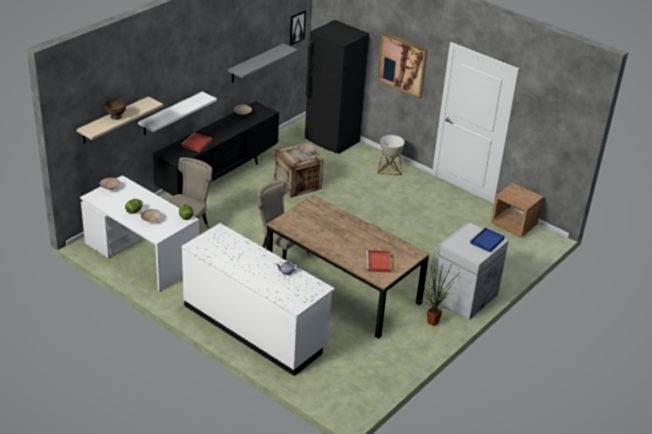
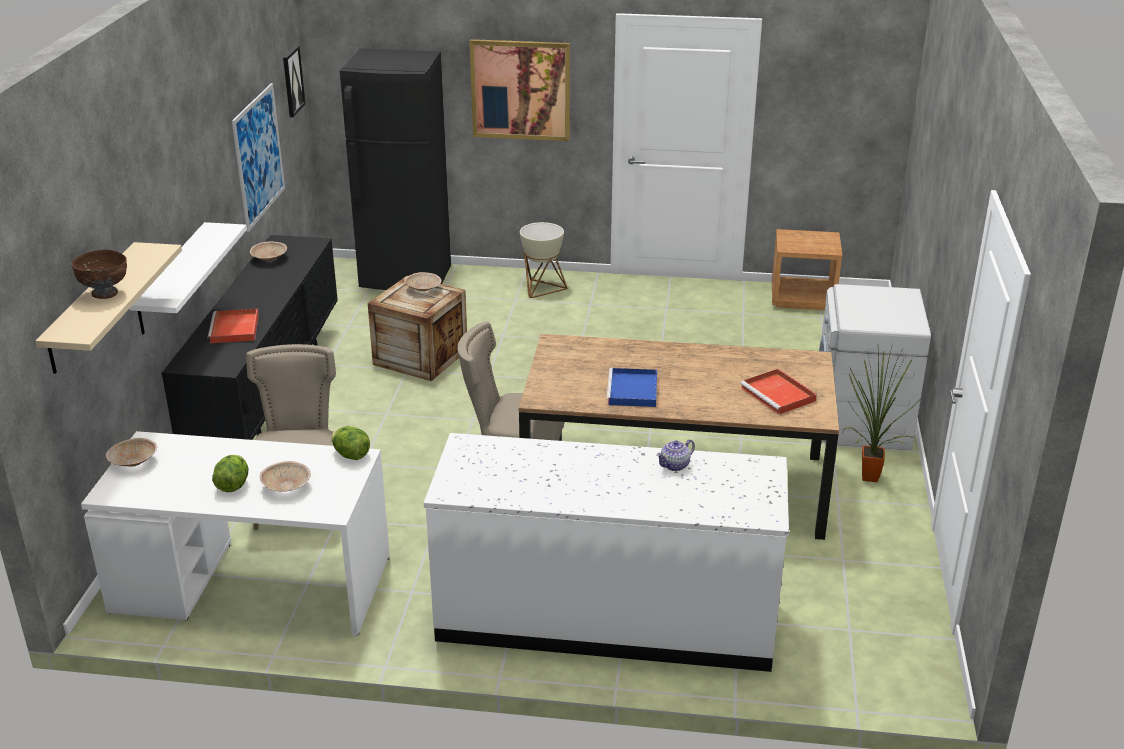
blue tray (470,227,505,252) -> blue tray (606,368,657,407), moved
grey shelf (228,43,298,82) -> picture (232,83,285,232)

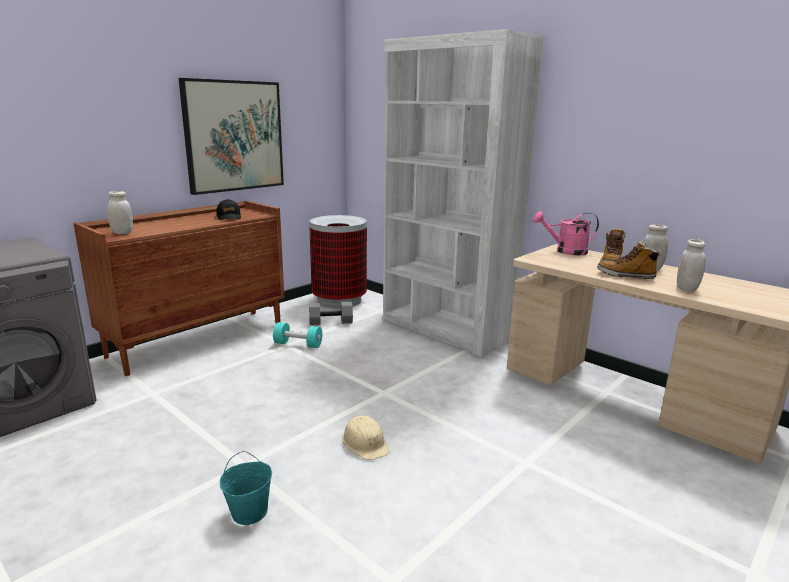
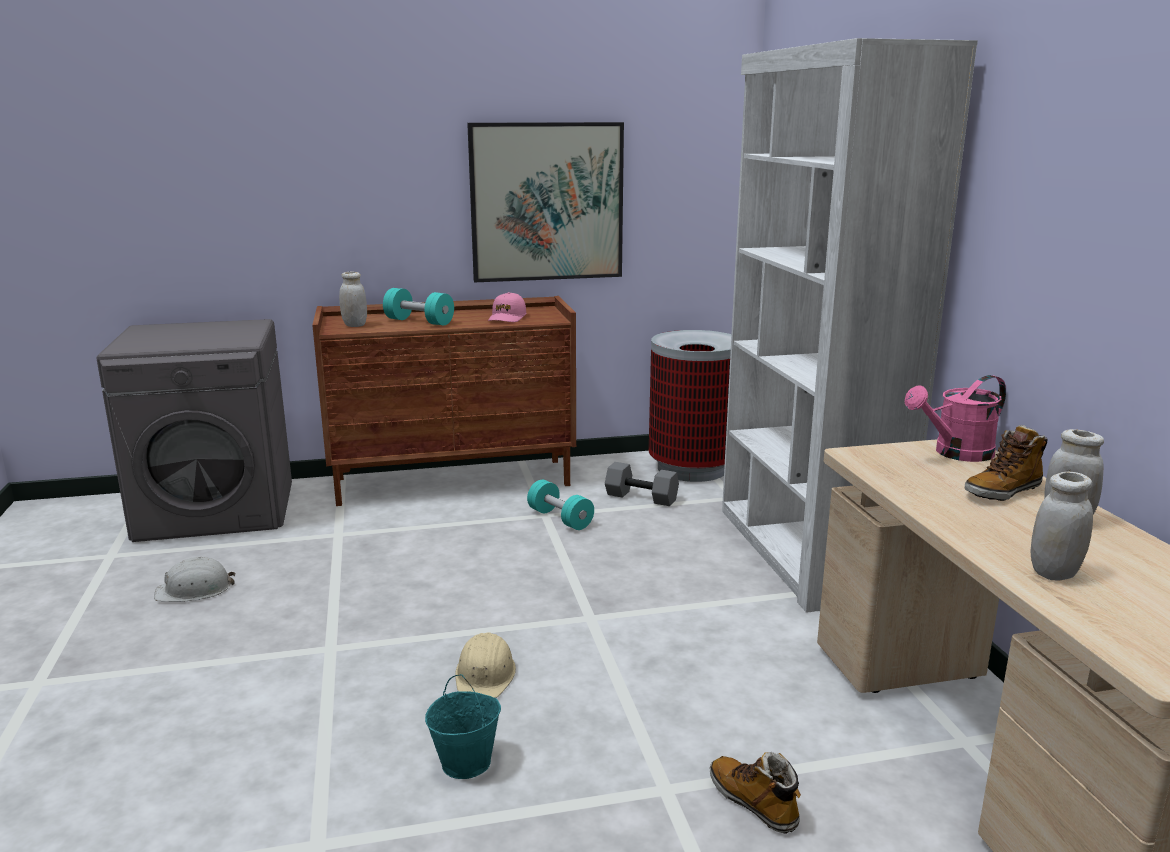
none -> white hard hat (154,556,235,602)
none -> turquoise dumbbell (383,288,454,325)
turquoise bucket (220,451,272,525) -> turquoise bucket (425,674,501,779), moved
boot (597,241,661,279) -> boot (710,752,801,834), moved
black cap (217,199,241,220) -> pink cap (488,292,527,322)
pink watering can (533,211,599,255) -> pink watering can (904,375,1006,462), 60 degrees counterclockwise

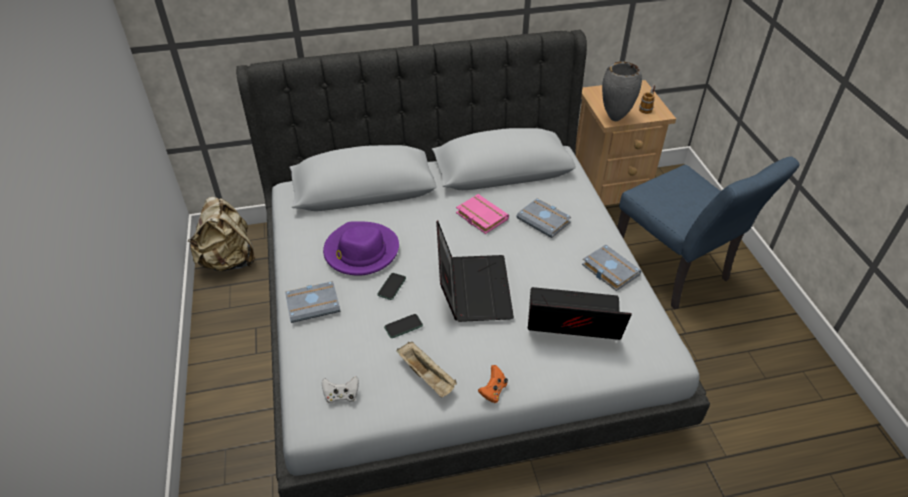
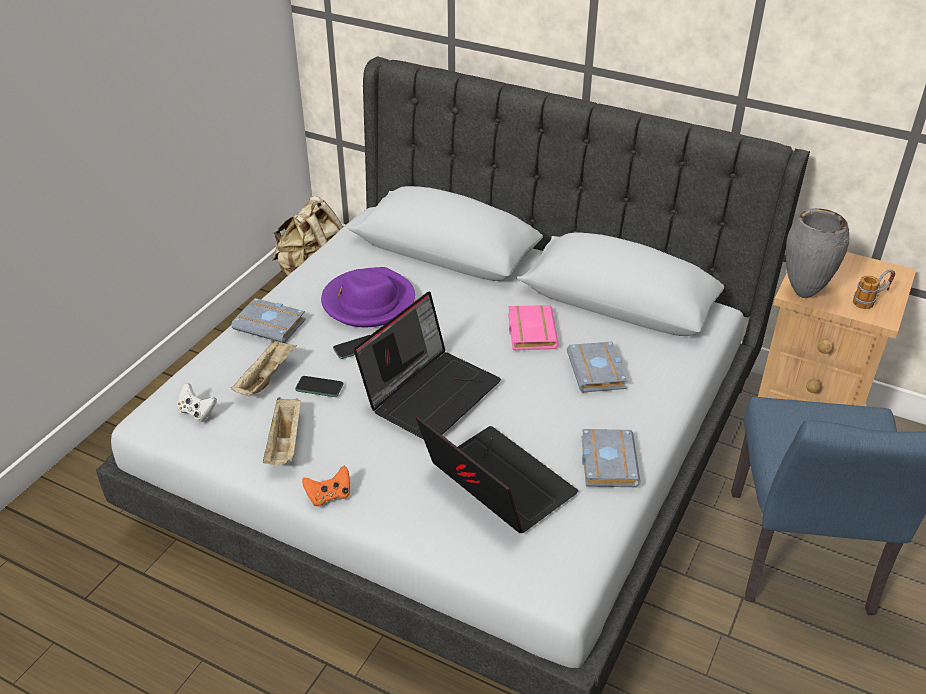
none -> beige tray (231,340,297,396)

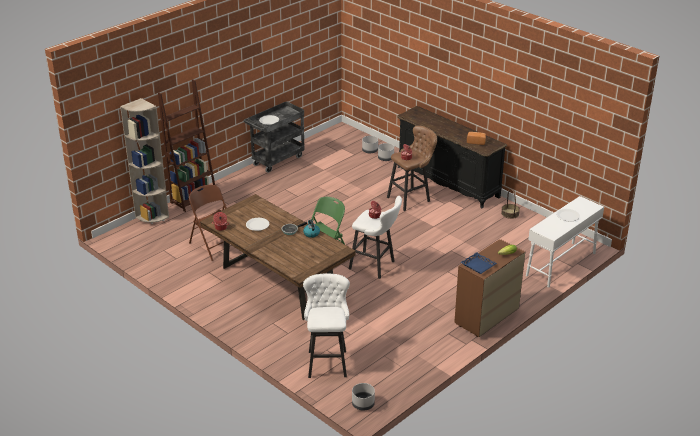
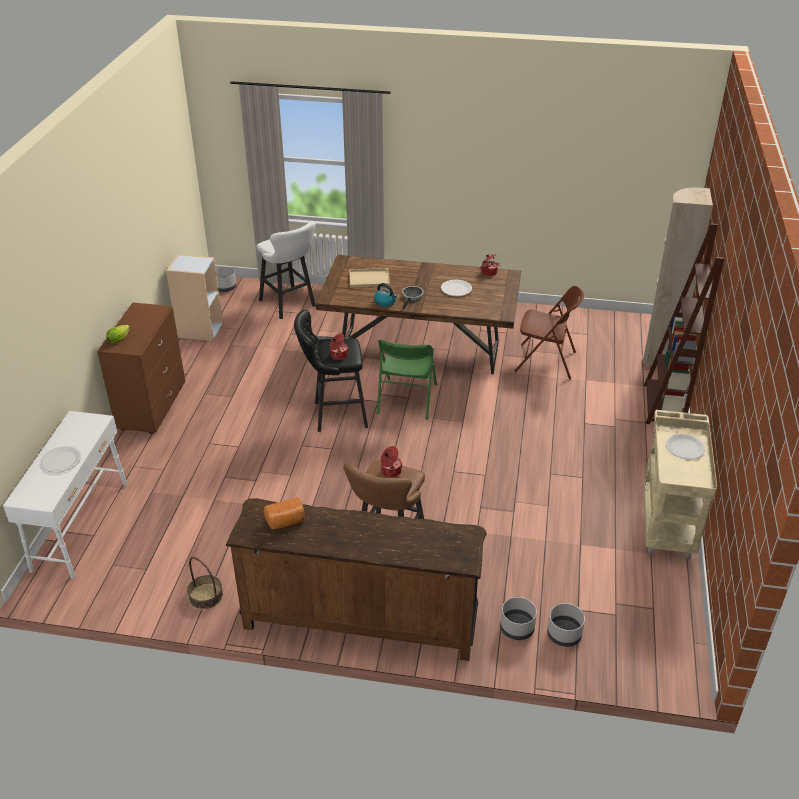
blue tray (461,252,497,274) -> none
none -> bookcase (166,254,223,341)
none -> beige tray (349,268,390,288)
black cart (243,101,304,173) -> beige cart (643,410,717,559)
white stool (349,196,402,279) -> black stool (294,310,368,432)

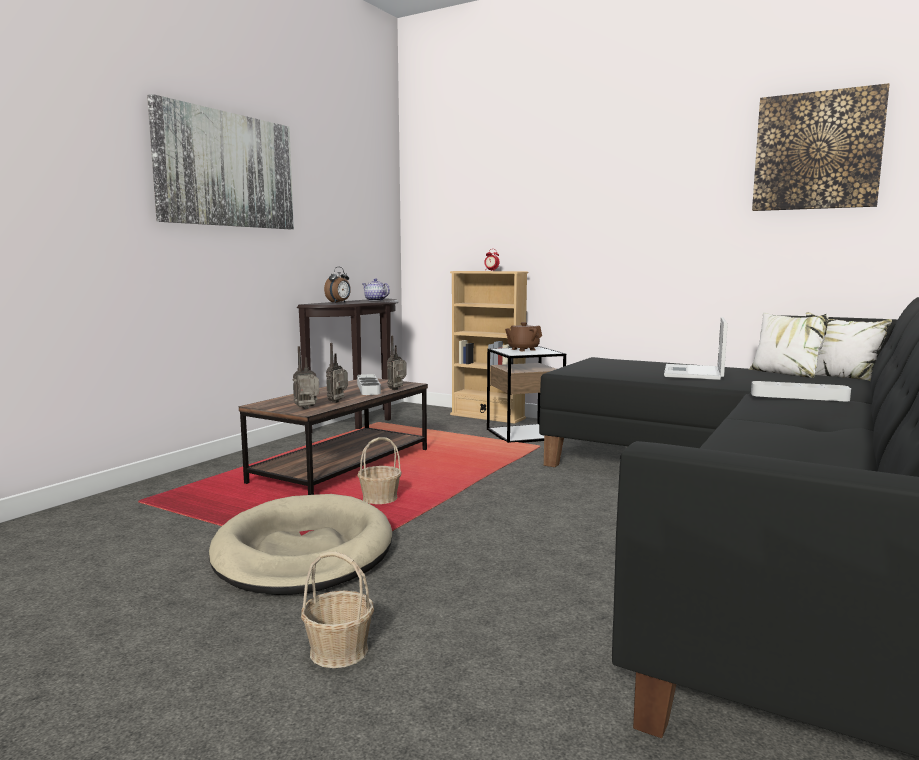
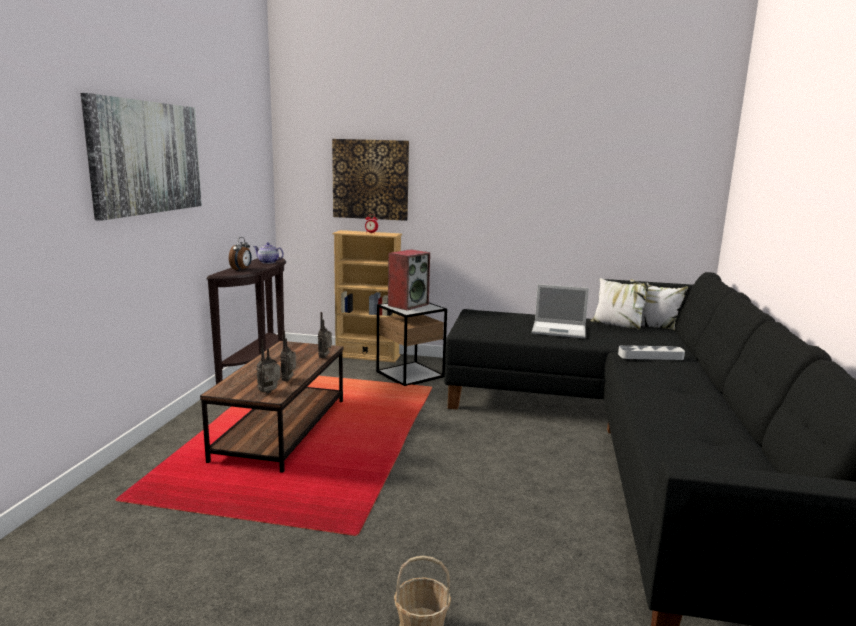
beige dog bed (209,494,392,595) -> none
grey tray (357,374,381,395) -> none
basket (357,437,402,504) -> none
picture (752,83,889,211) -> picture (332,139,409,221), moved
brown teapot (505,322,542,351) -> speaker (388,249,430,310)
laptop (664,317,728,380) -> laptop (532,284,589,338), 75 degrees counterclockwise

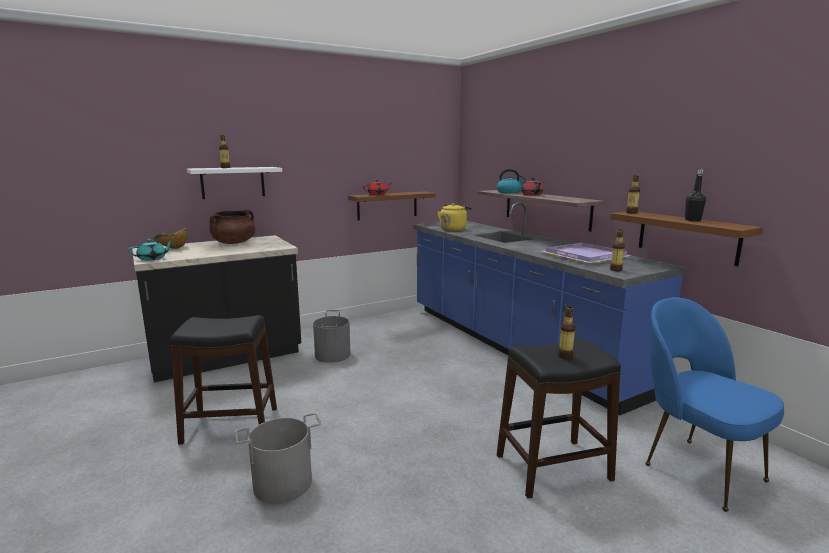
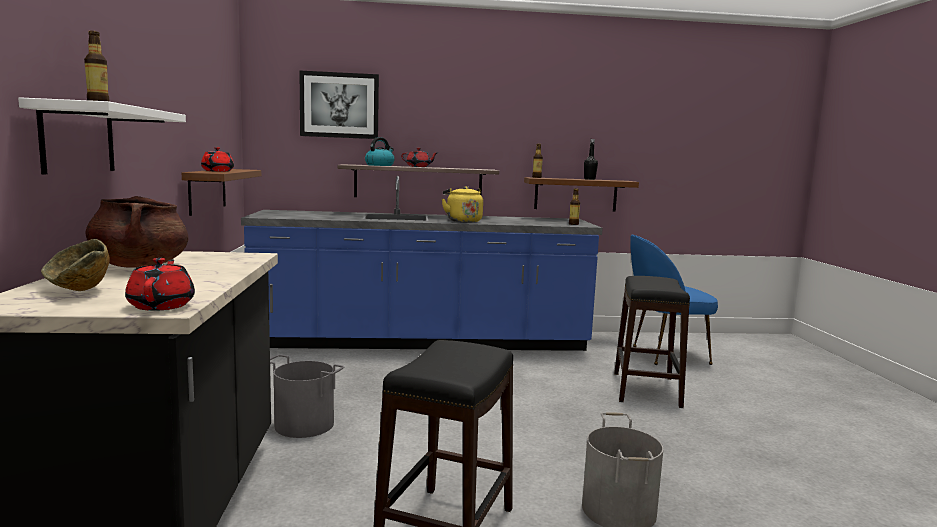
purple tray (541,242,631,263) -> none
bottle (558,307,575,359) -> none
none -> picture (299,70,379,139)
yellow kettle (437,203,472,231) -> yellow kettle (442,186,483,223), moved
turquoise teapot (128,239,173,261) -> red teapot (125,258,195,311)

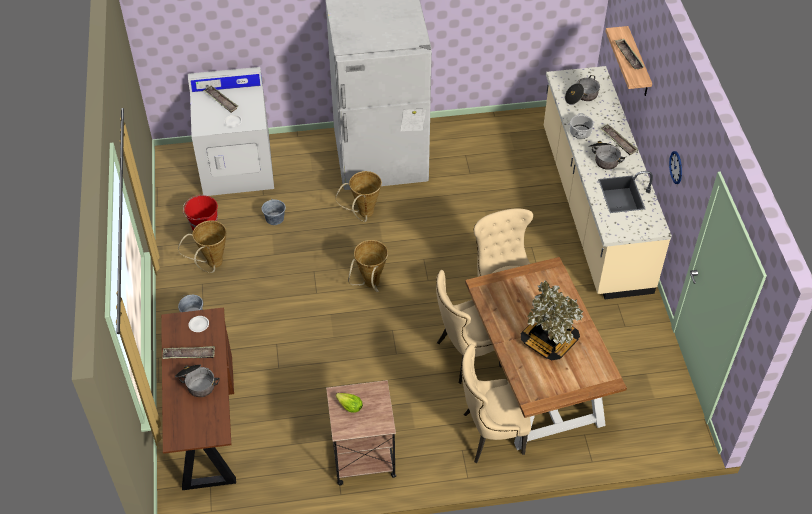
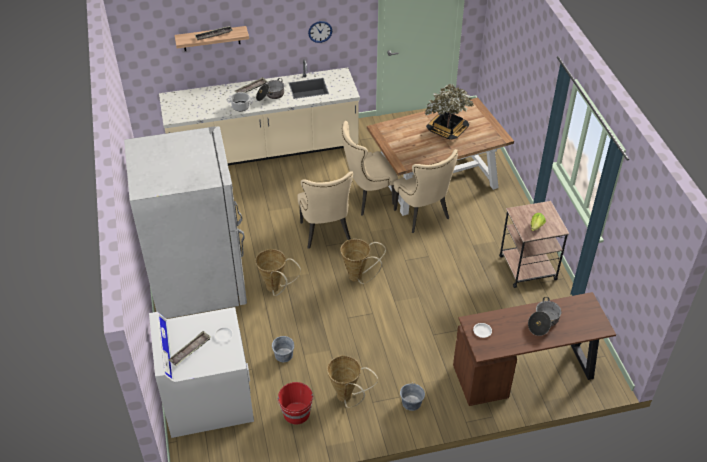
tray (162,346,215,359) -> none
cooking pot (565,75,600,105) -> none
beige chair (462,344,531,463) -> beige chair (298,171,353,249), moved

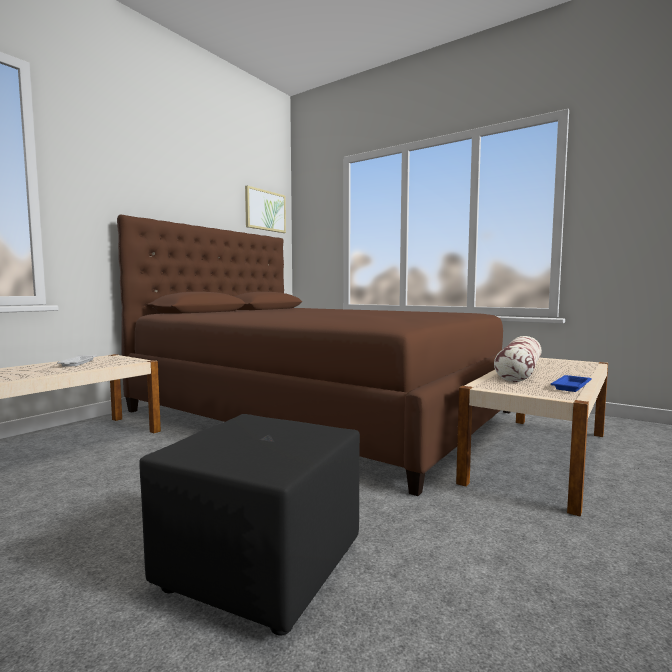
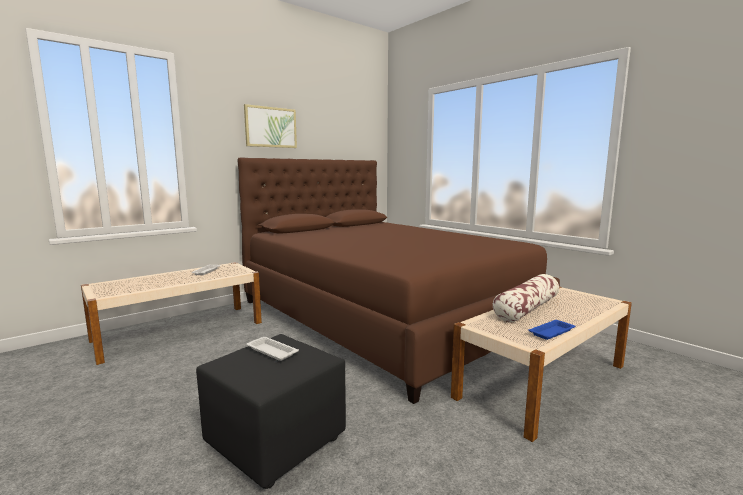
none -> white tray (246,337,299,361)
picture (245,186,286,233) -> picture (244,104,297,148), moved

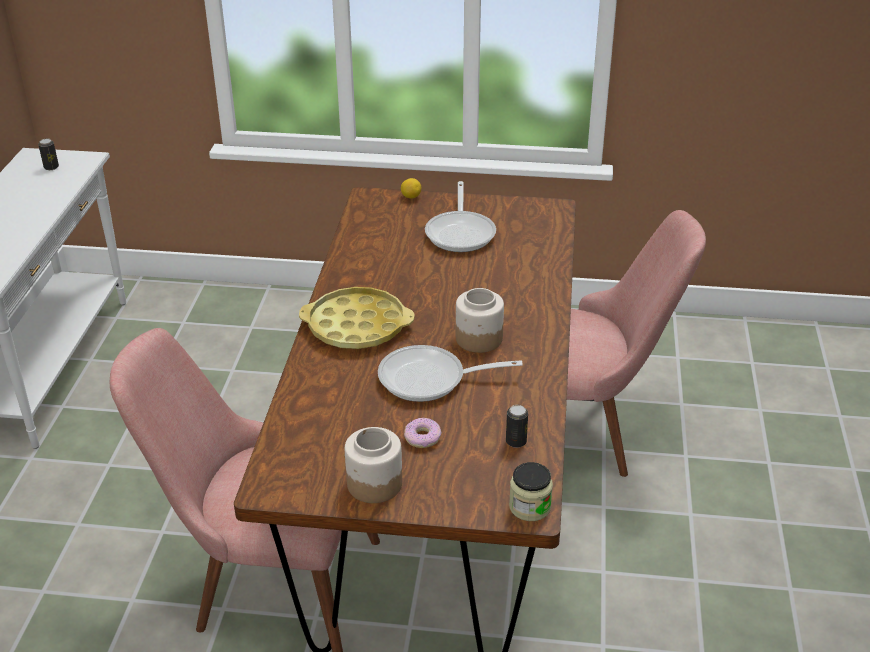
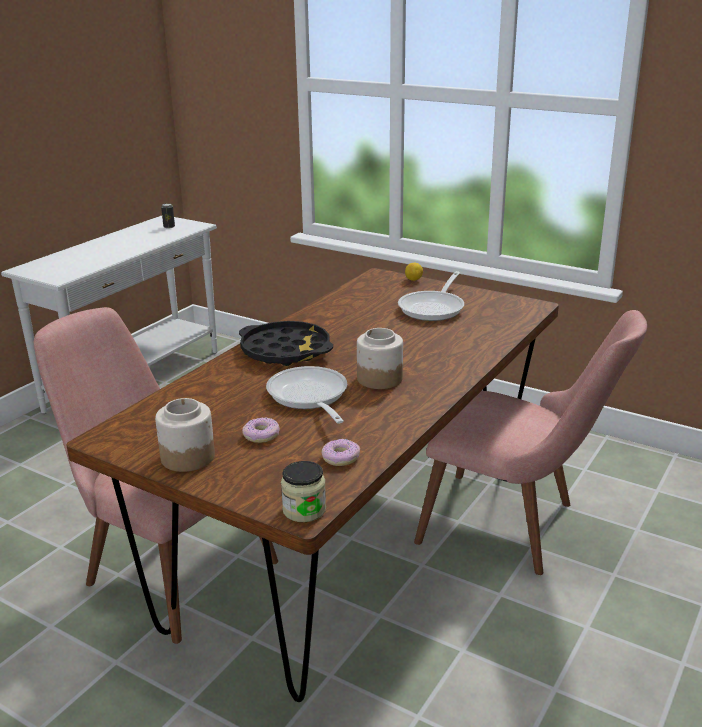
can (506,405,528,448) -> donut (321,439,360,466)
yellow tray (299,287,414,349) -> black tray (239,321,333,366)
frying pan (378,345,523,402) -> frying pan (266,366,348,424), 45 degrees clockwise

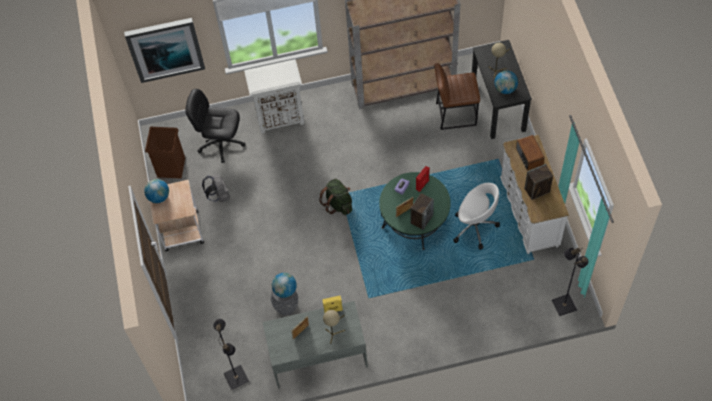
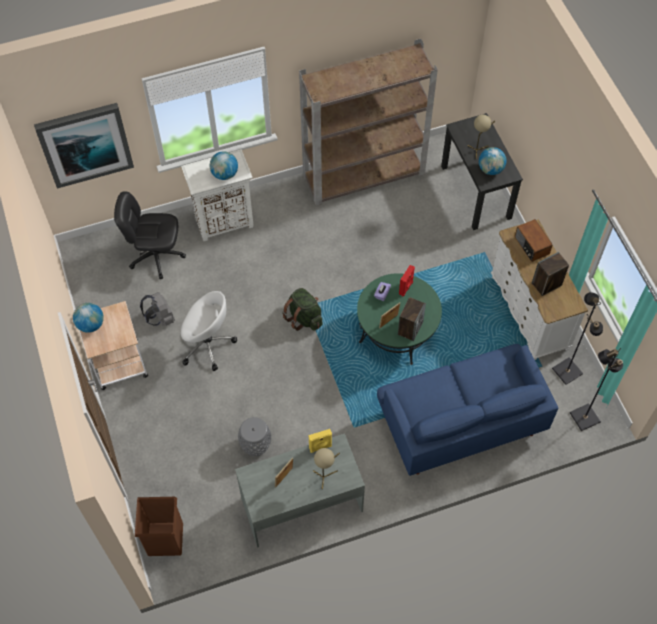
brown chair (434,63,480,130) -> none
none -> blue sofa (377,344,558,476)
brown trash can (145,127,185,179) -> brown trash can (135,497,183,556), moved
black floor lamp (214,319,249,390) -> black floor lamp (552,292,603,385), moved
globe (272,273,297,298) -> globe (210,151,238,180), moved
white office chair (453,183,500,250) -> white office chair (181,291,237,371), moved

